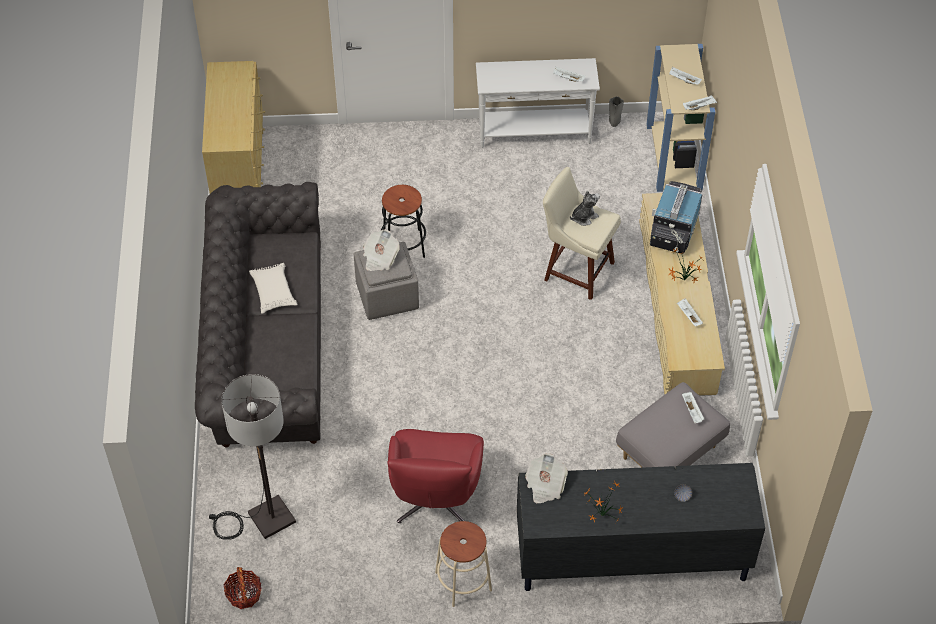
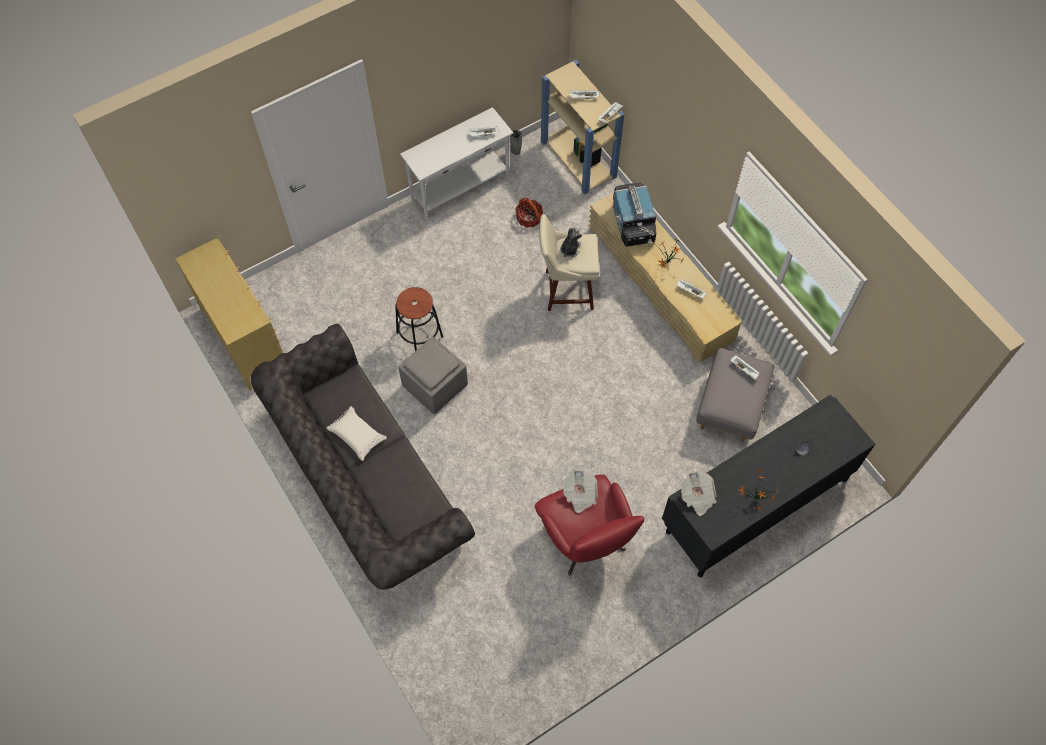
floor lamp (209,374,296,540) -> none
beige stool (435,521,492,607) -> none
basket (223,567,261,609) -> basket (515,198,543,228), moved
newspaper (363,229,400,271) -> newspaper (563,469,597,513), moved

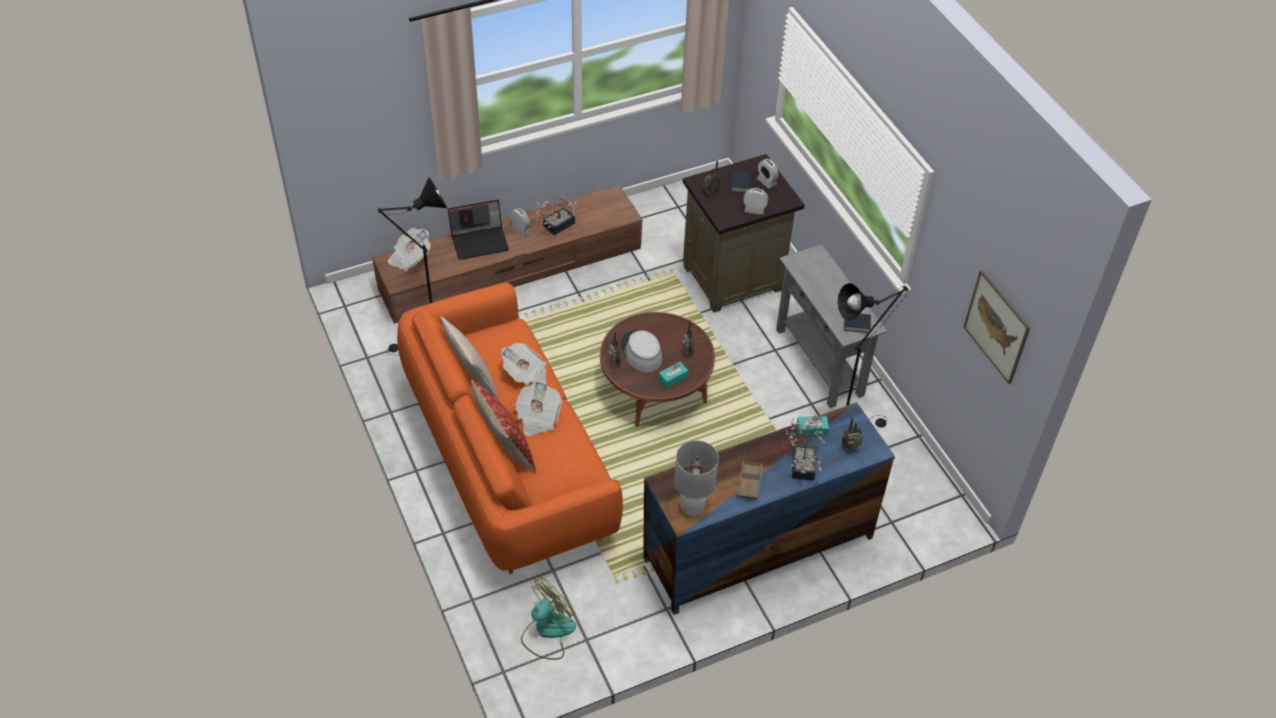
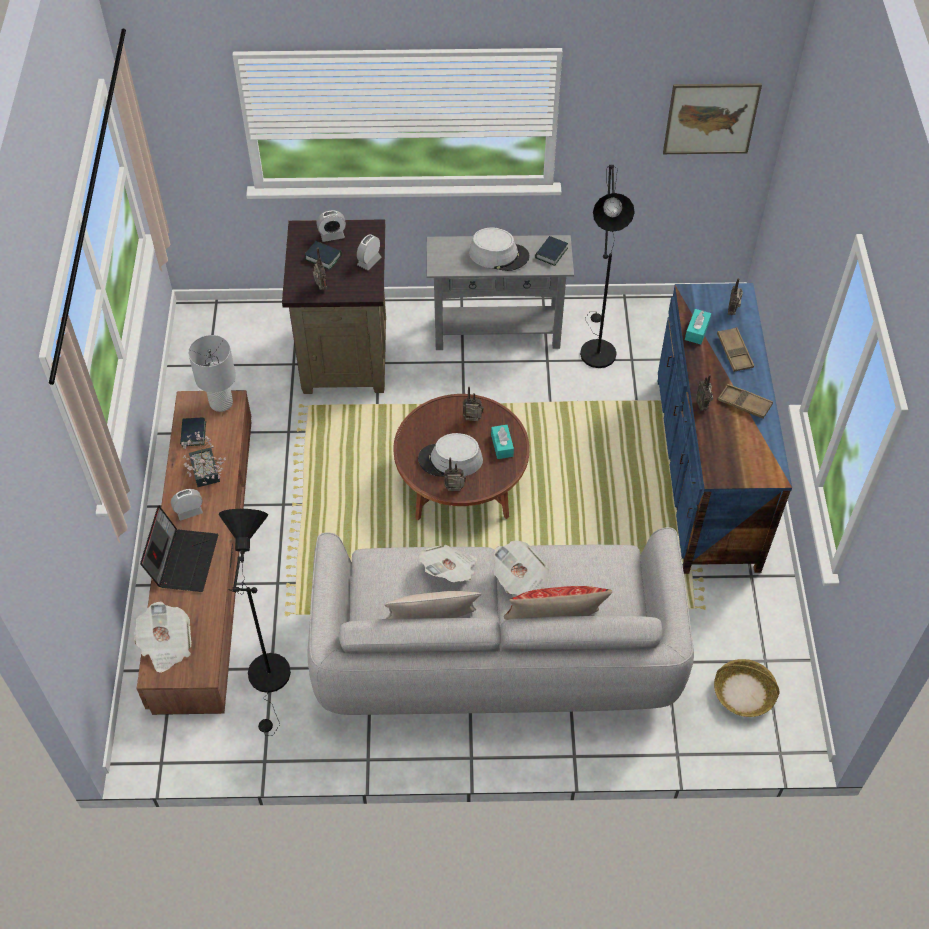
none -> book (180,418,206,446)
none -> grey hat (469,228,530,271)
none -> radio (696,374,713,411)
grey table lamp (674,440,719,516) -> grey table lamp (188,335,236,412), moved
fan (521,578,576,660) -> basket (714,659,780,717)
potted plant (786,418,826,481) -> brown tray (717,327,754,372)
orange sofa (397,283,623,574) -> grey sofa (308,527,694,715)

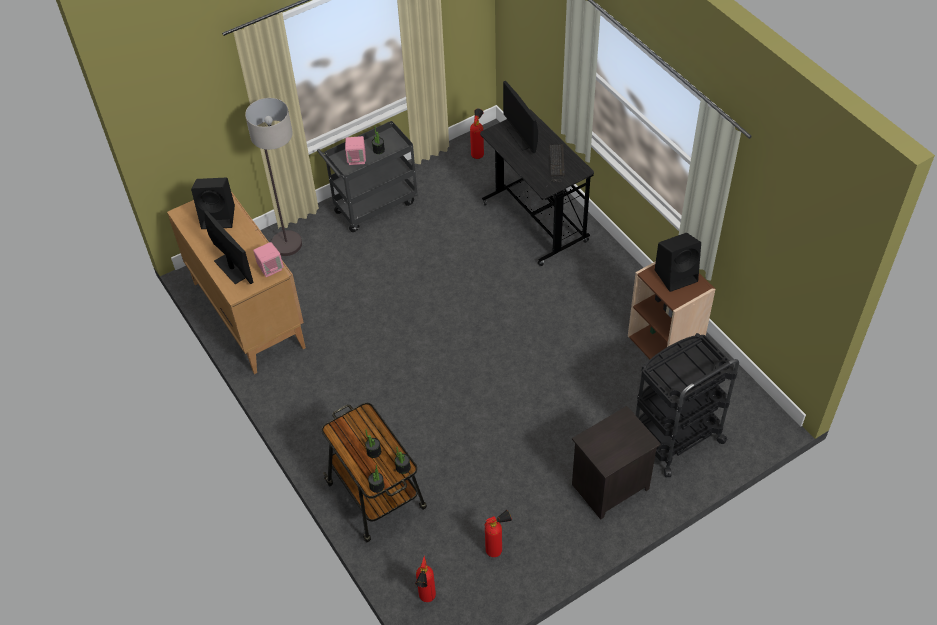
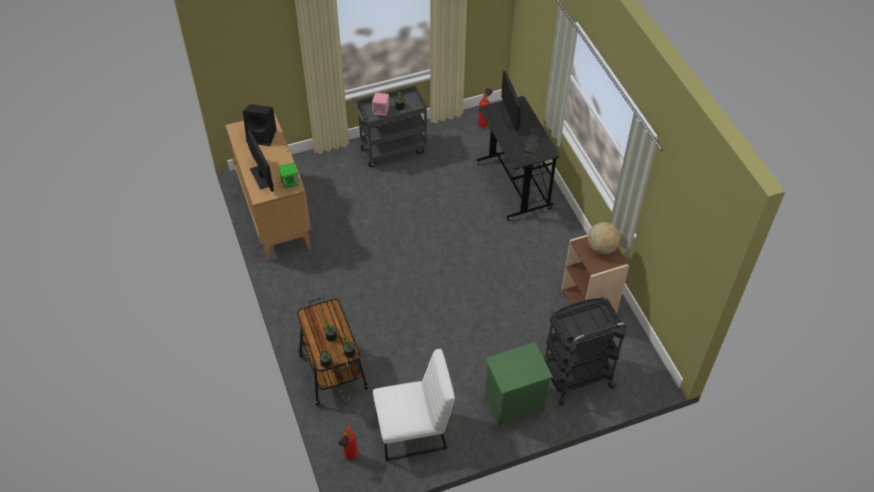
grey floor lamp (245,98,302,256) -> none
fire extinguisher (484,510,512,557) -> white chair (373,349,455,461)
black speaker (655,233,701,292) -> globe (587,222,620,255)
pink speaker (253,242,284,277) -> green speaker (279,163,299,189)
black nightstand (572,406,661,520) -> green nightstand (485,342,553,427)

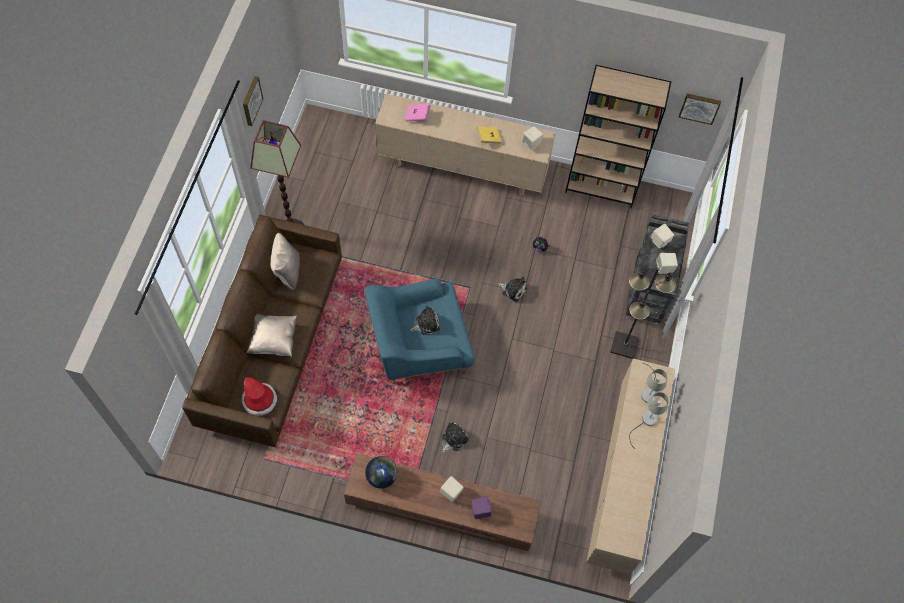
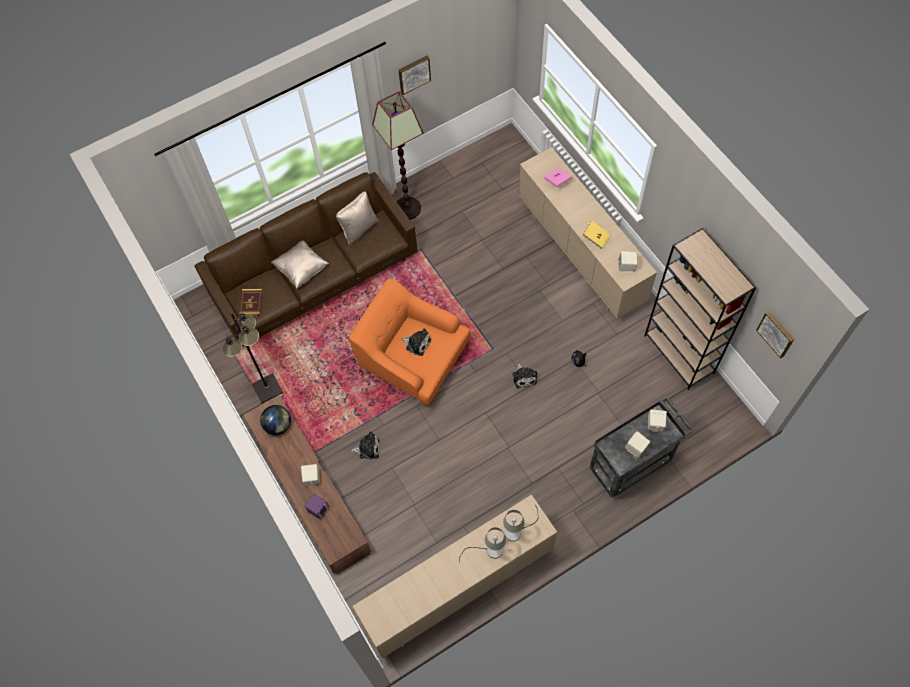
black floor lamp (610,268,676,359) -> black floor lamp (222,312,283,404), moved
hat (242,377,277,416) -> book (239,289,263,316)
blue armchair (364,279,474,384) -> orange armchair (349,279,471,405)

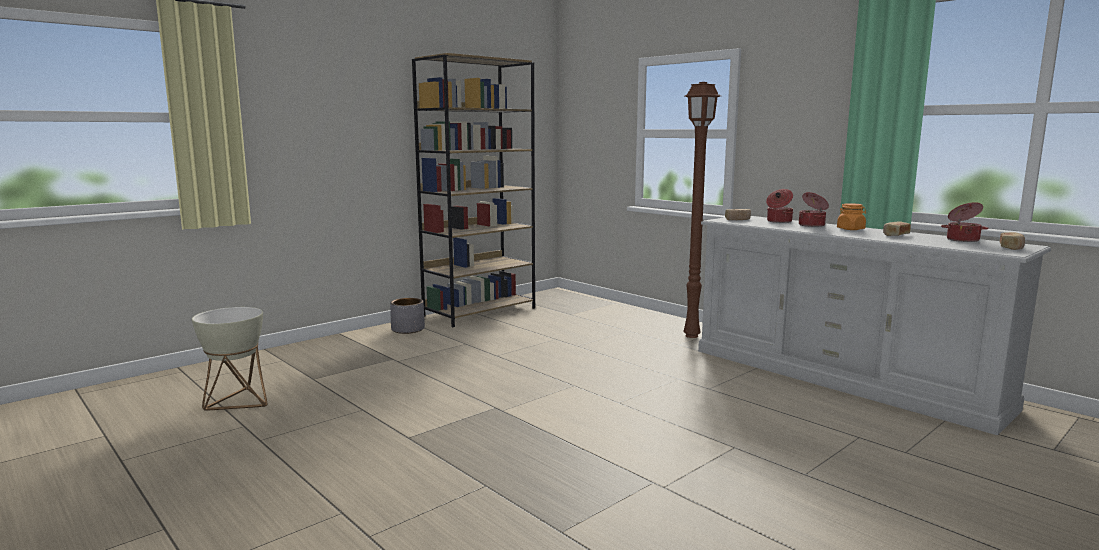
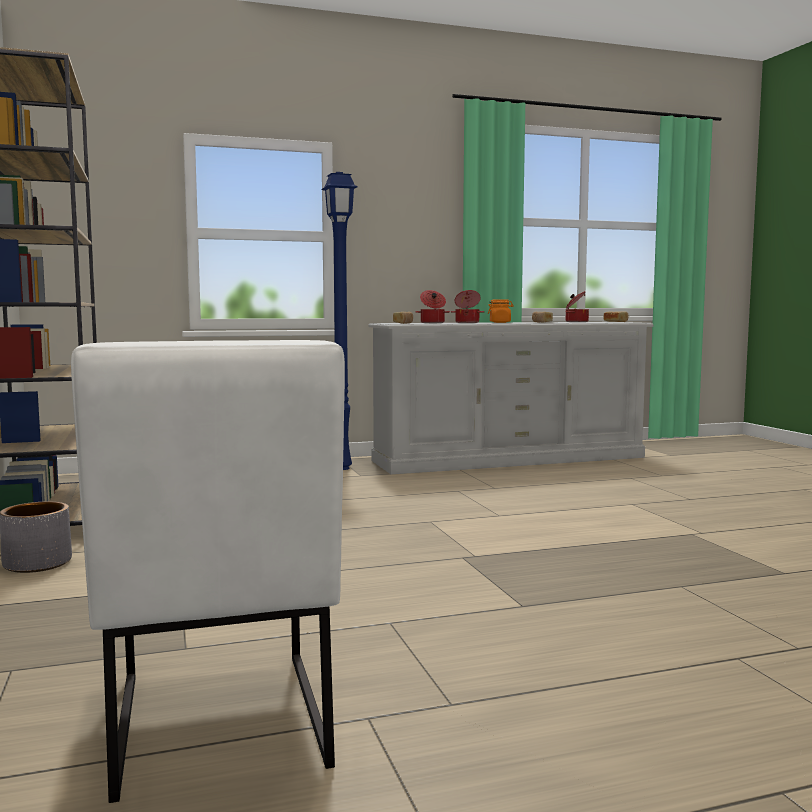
planter (192,307,268,411) -> white chair (71,340,345,803)
brown floor lamp (683,82,721,338) -> blue floor lamp (321,172,358,470)

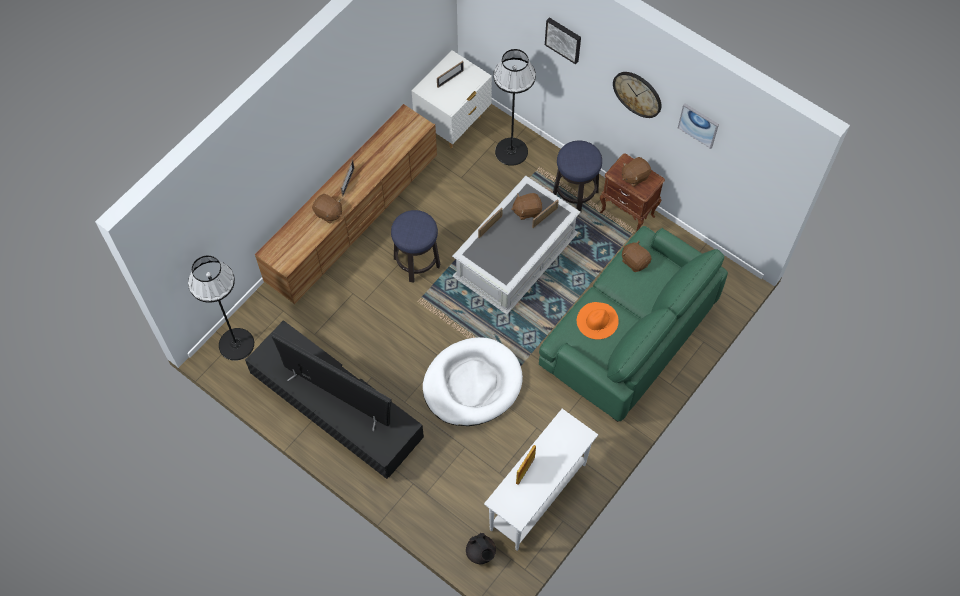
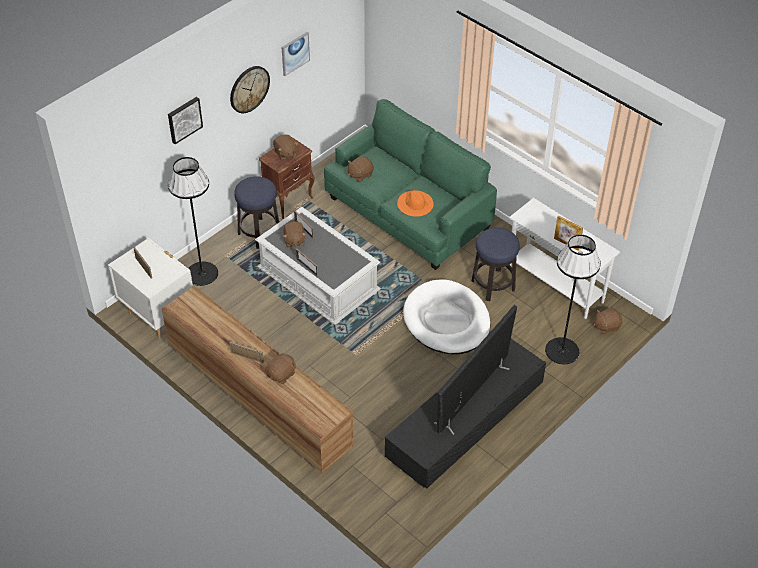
black floor lamp (188,256,254,361) -> black floor lamp (545,235,601,364), moved
stool (391,210,440,283) -> stool (471,228,520,301), moved
black teapot (466,533,496,564) -> brown plush toy (593,308,622,335)

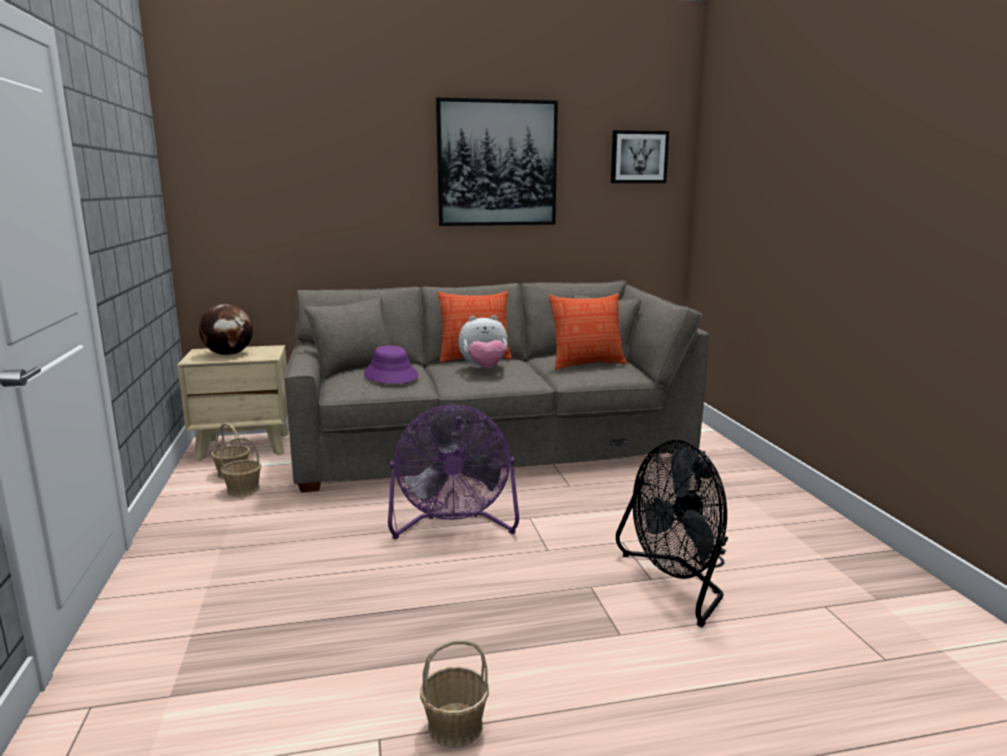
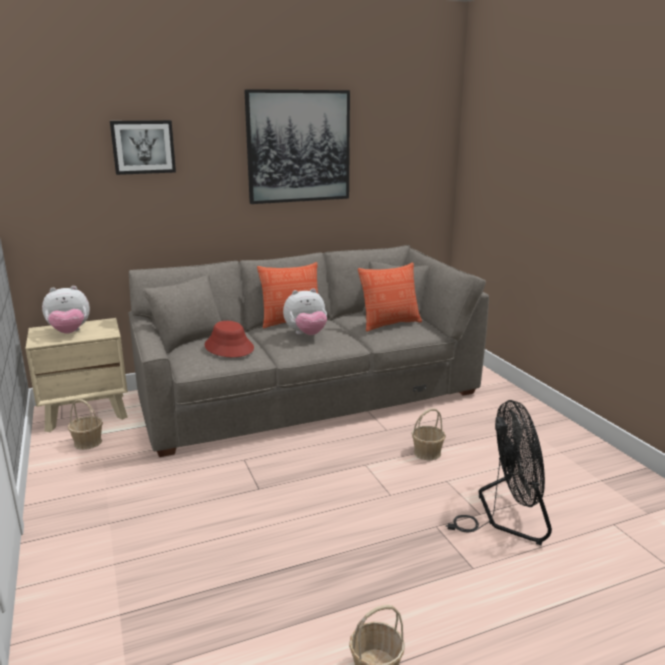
purple fan (388,405,519,539) -> none
basket (220,437,262,497) -> basket (412,408,446,460), moved
picture (611,130,669,183) -> picture (110,120,176,175), moved
globe (199,304,253,355) -> plush toy (42,286,90,334)
purple hat (364,345,418,384) -> red hat (205,321,254,357)
black fan (616,440,728,627) -> black fan (445,400,552,546), 150 degrees counterclockwise

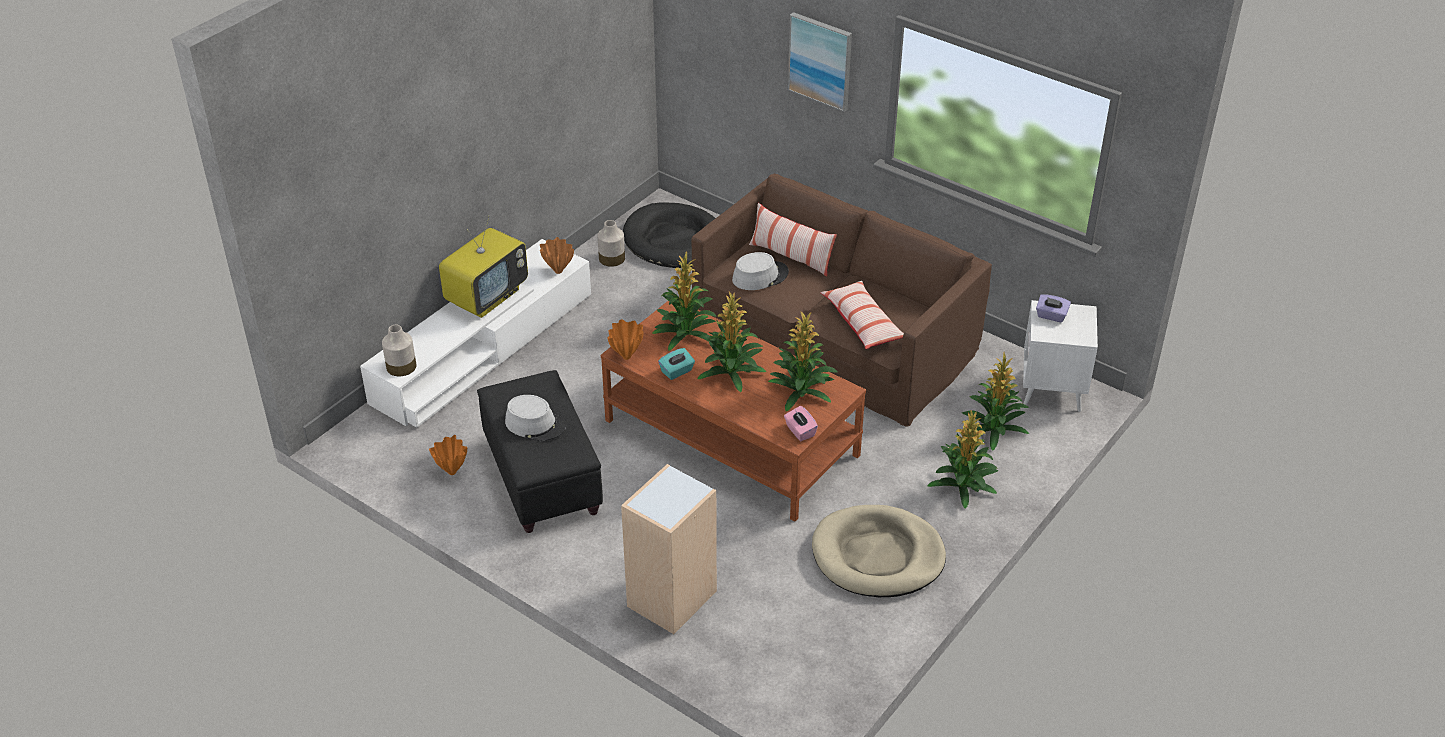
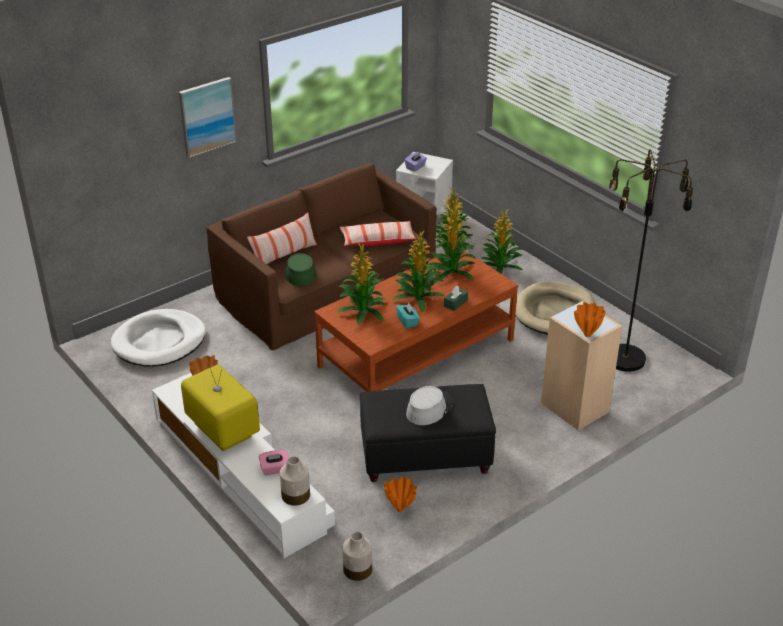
none -> green tissue box (444,286,468,311)
none -> floor lamp (609,149,693,372)
beige vase (597,220,625,267) -> beige vase (343,532,372,581), moved
orange vase (607,319,644,360) -> orange vase (574,302,606,337), moved
pink tissue box (784,406,818,441) -> pink tissue box (259,450,289,475), moved
black dog bed (623,203,715,268) -> white dog bed (111,309,206,366)
grey hat (732,252,789,290) -> green hat (285,253,317,286)

